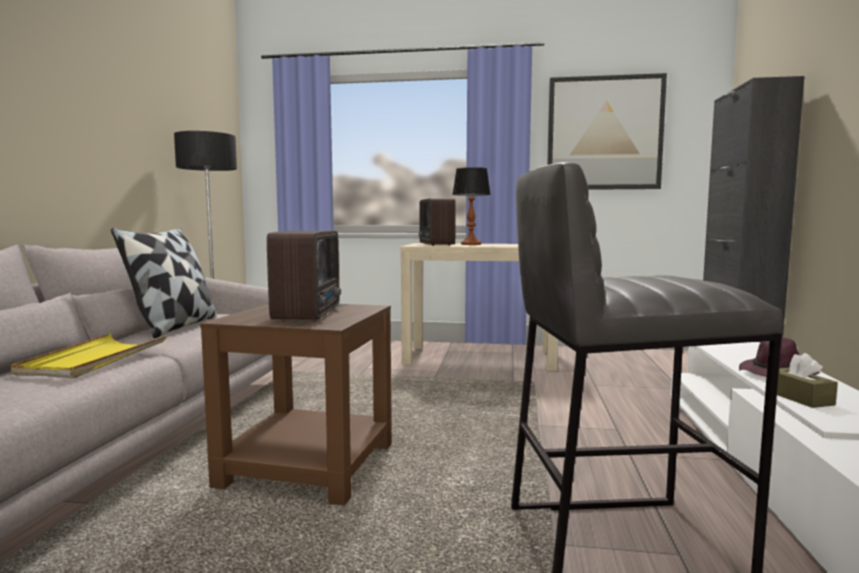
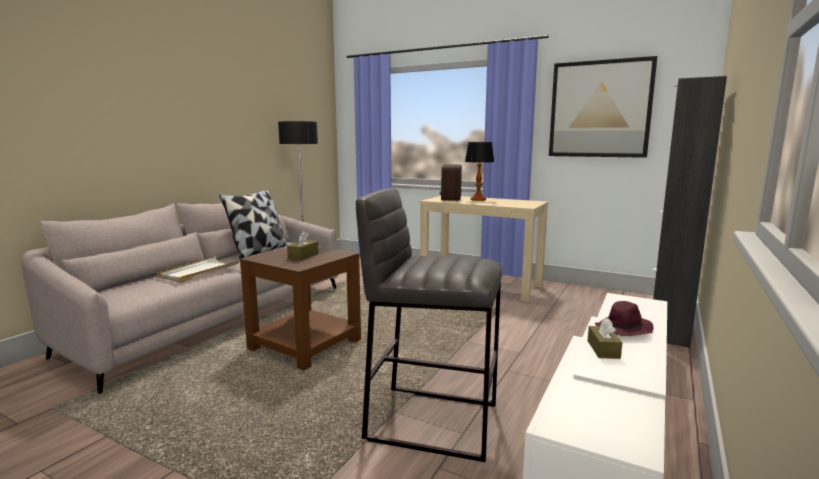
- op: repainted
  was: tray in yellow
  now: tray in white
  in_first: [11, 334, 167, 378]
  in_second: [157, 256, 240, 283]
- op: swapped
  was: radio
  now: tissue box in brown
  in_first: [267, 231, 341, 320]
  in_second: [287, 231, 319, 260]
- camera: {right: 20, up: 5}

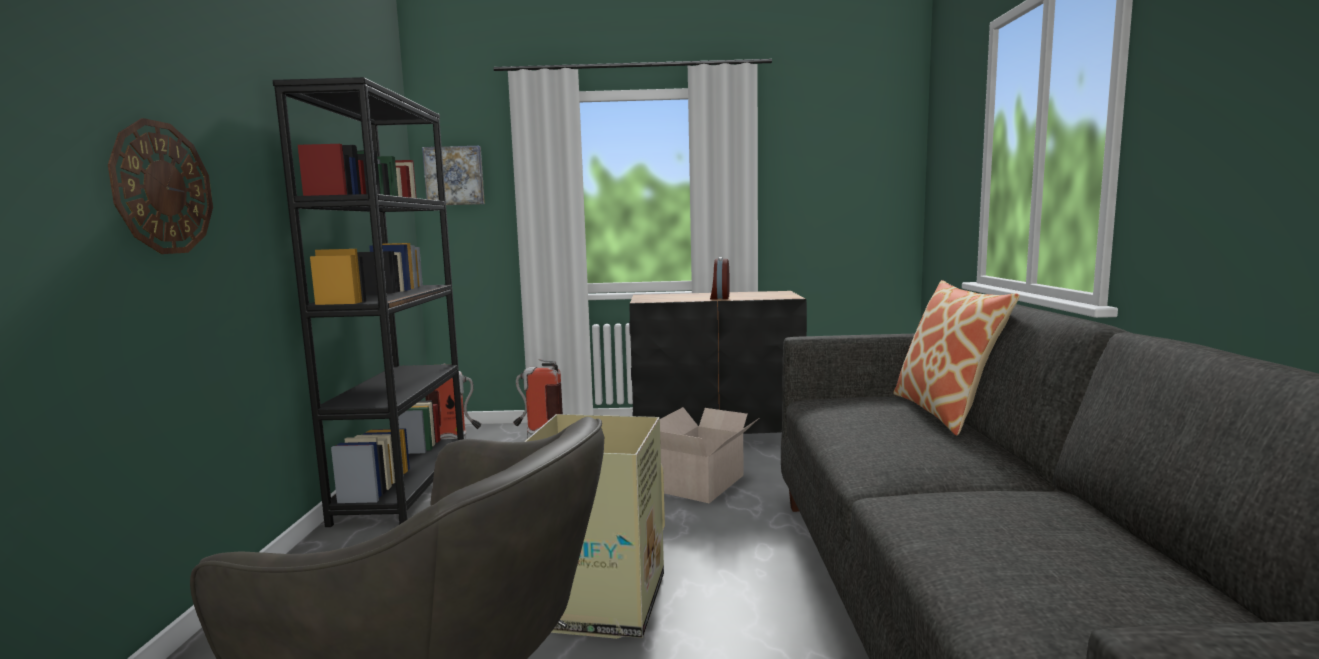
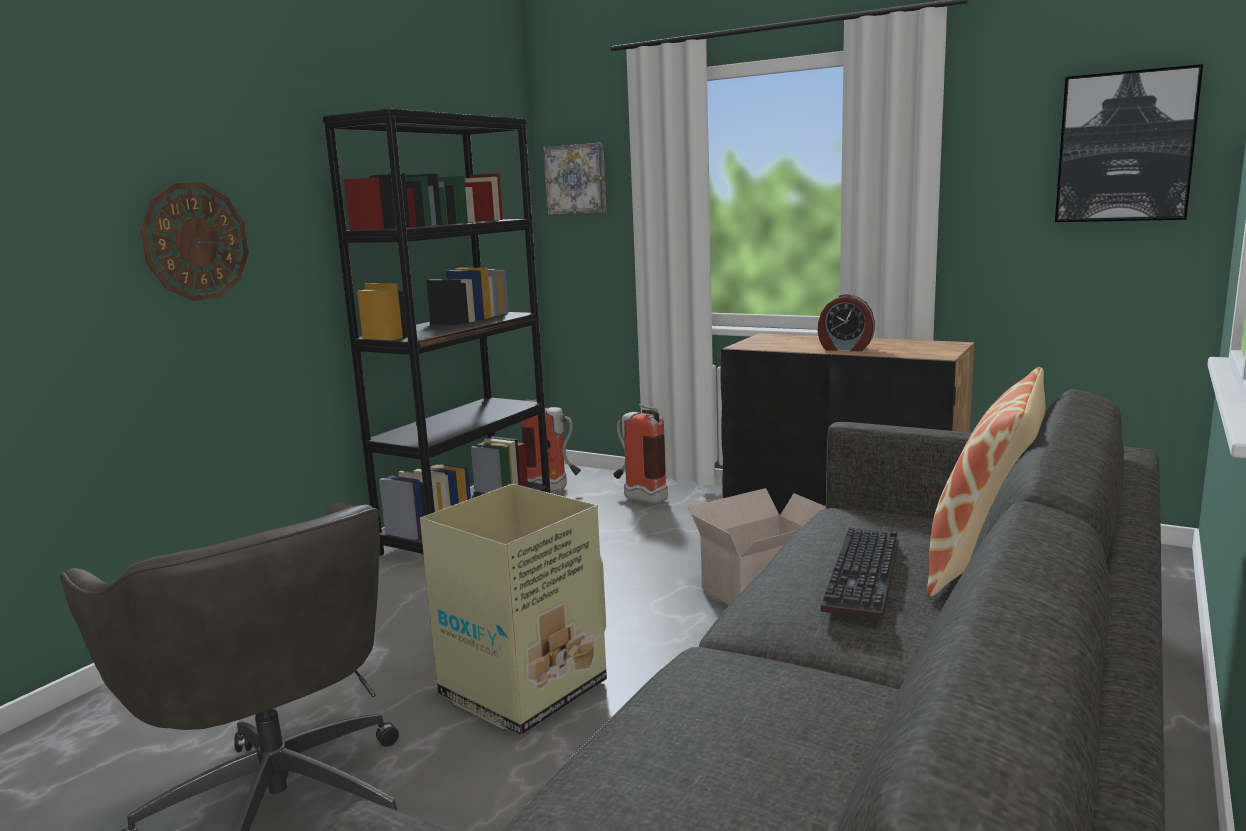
- op: rotated
  was: alarm clock
  in_first: [710, 257, 730, 299]
  in_second: [818, 294, 875, 351]
  clockwise: -105
- op: new
  now: keyboard
  in_second: [820, 527, 899, 619]
- op: new
  now: picture
  in_second: [1055, 64, 1203, 222]
- camera: {right: 30, up: 5}

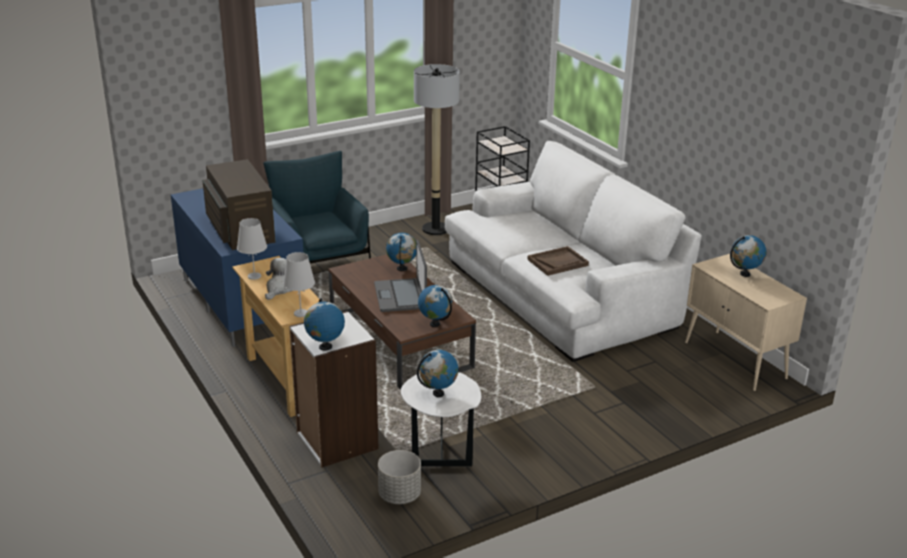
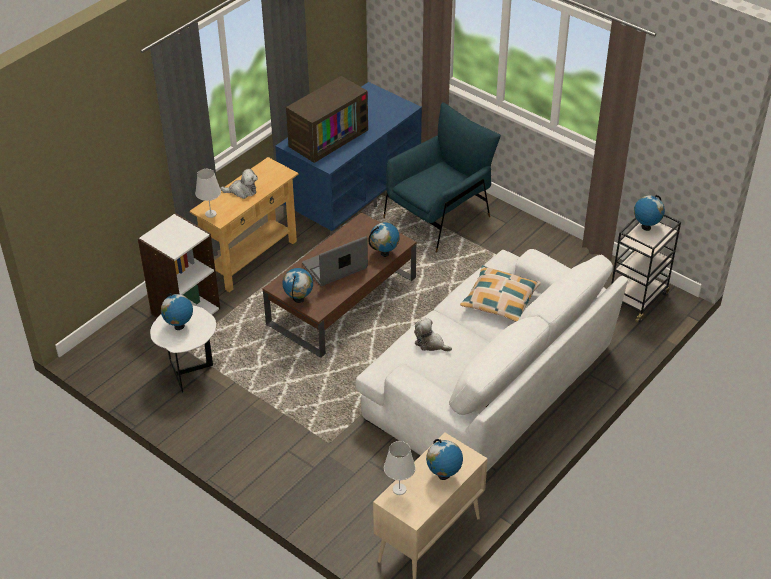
- op: shifted
  was: table lamp in white
  in_first: [237, 218, 267, 280]
  in_second: [384, 441, 416, 495]
- op: shifted
  was: globe
  in_first: [304, 298, 345, 350]
  in_second: [634, 195, 665, 231]
- op: gone
  was: planter in grey
  in_first: [378, 450, 421, 504]
- op: gone
  was: floor lamp
  in_first: [414, 64, 460, 235]
- op: swapped
  was: tray in brown
  now: plush toy
  in_first: [527, 246, 589, 276]
  in_second: [414, 318, 452, 351]
- op: new
  now: pillow
  in_second: [460, 265, 541, 322]
- camera: {right: 70, up: 15}

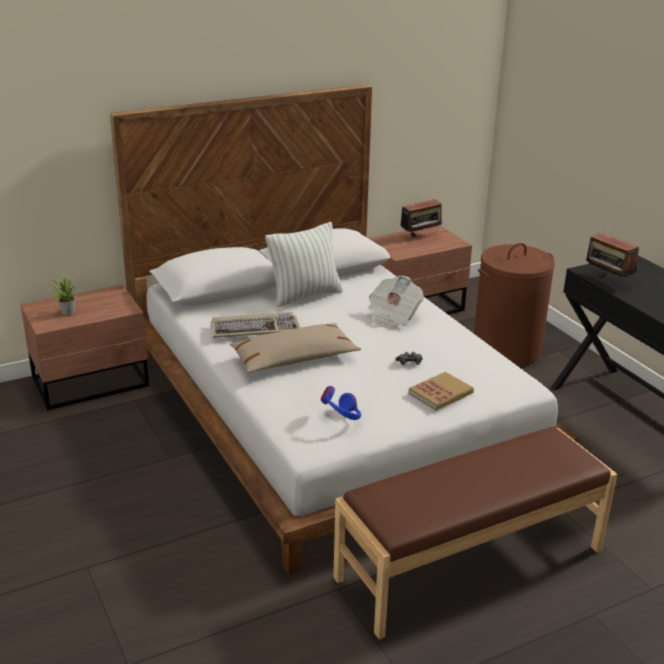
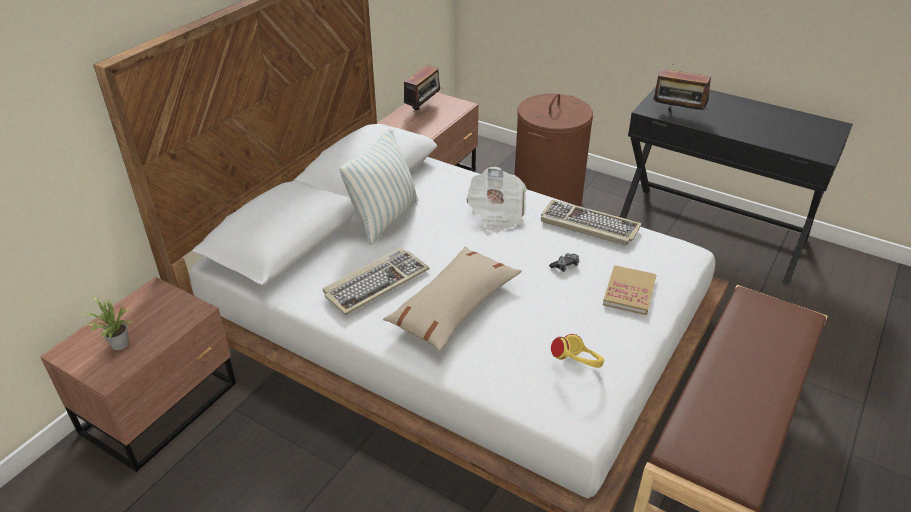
- op: repainted
  was: headphones in blue
  now: headphones in yellow
  in_first: [321, 386, 361, 420]
  in_second: [551, 334, 605, 368]
- op: new
  now: keyboard
  in_second: [541, 200, 641, 245]
- camera: {right: -30, up: 10}

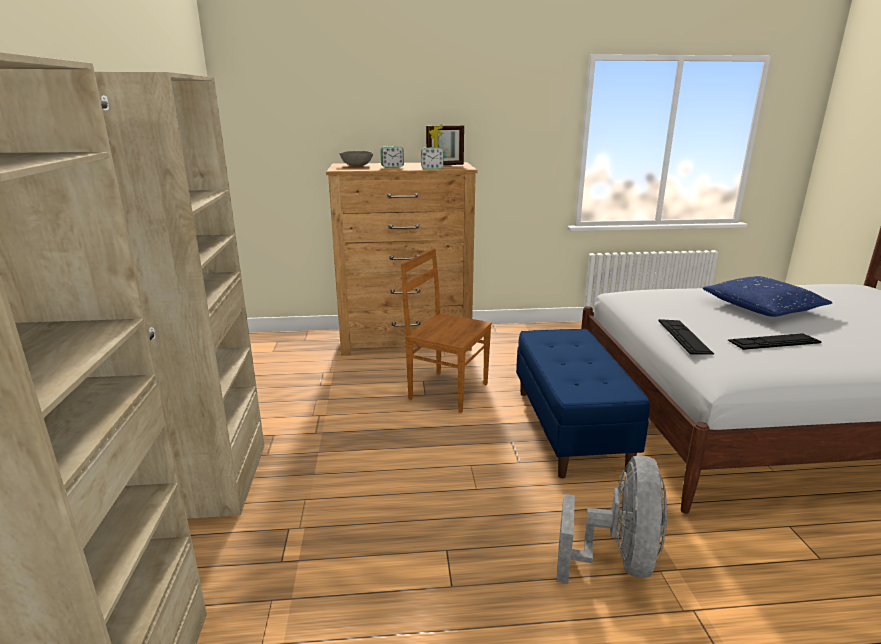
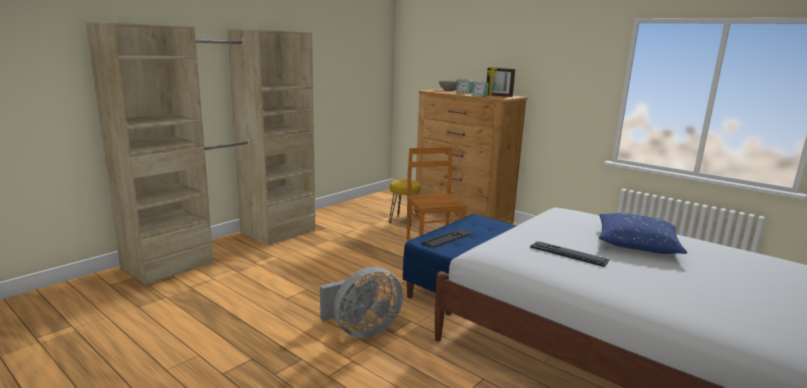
- op: shifted
  was: keyboard
  in_first: [659, 319, 714, 355]
  in_second: [421, 229, 472, 249]
- op: new
  now: stool in yellow
  in_second: [389, 179, 421, 226]
- camera: {right: 45, up: -5}

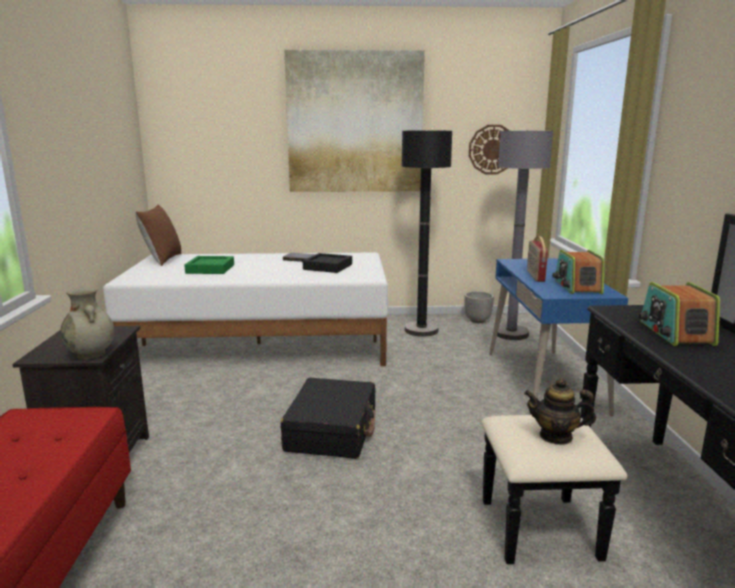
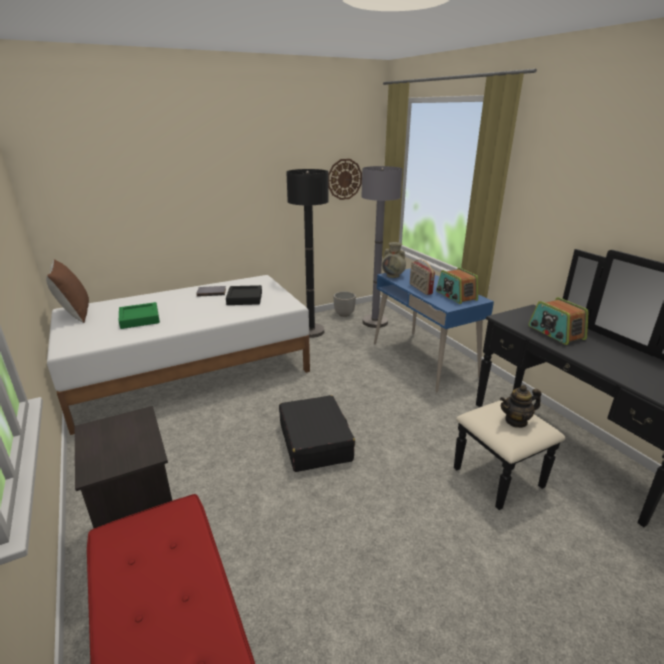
- op: shifted
  was: vase in beige
  in_first: [60, 287, 115, 360]
  in_second: [382, 242, 406, 278]
- op: gone
  was: picture
  in_first: [285, 50, 425, 192]
- camera: {right: -25, up: 10}

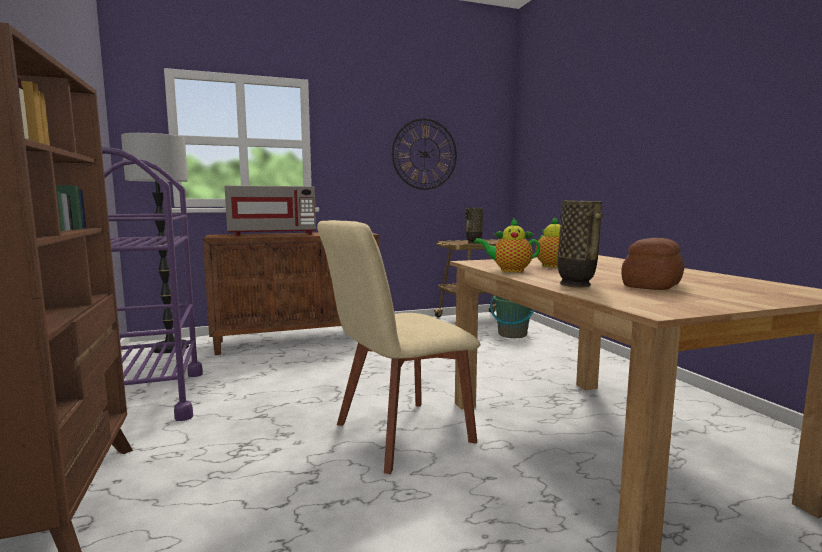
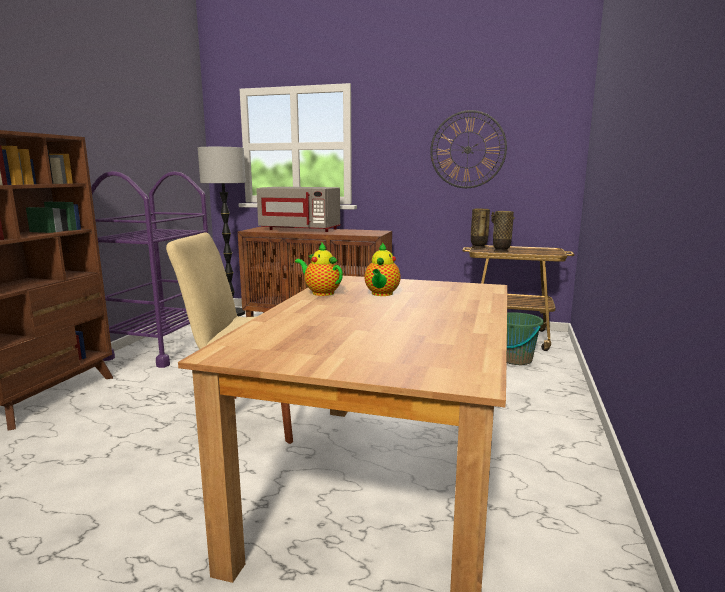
- op: shifted
  was: vase
  in_first: [558, 200, 603, 288]
  in_second: [471, 208, 490, 249]
- op: gone
  was: bread
  in_first: [622, 238, 685, 290]
- camera: {right: 35, up: 5}

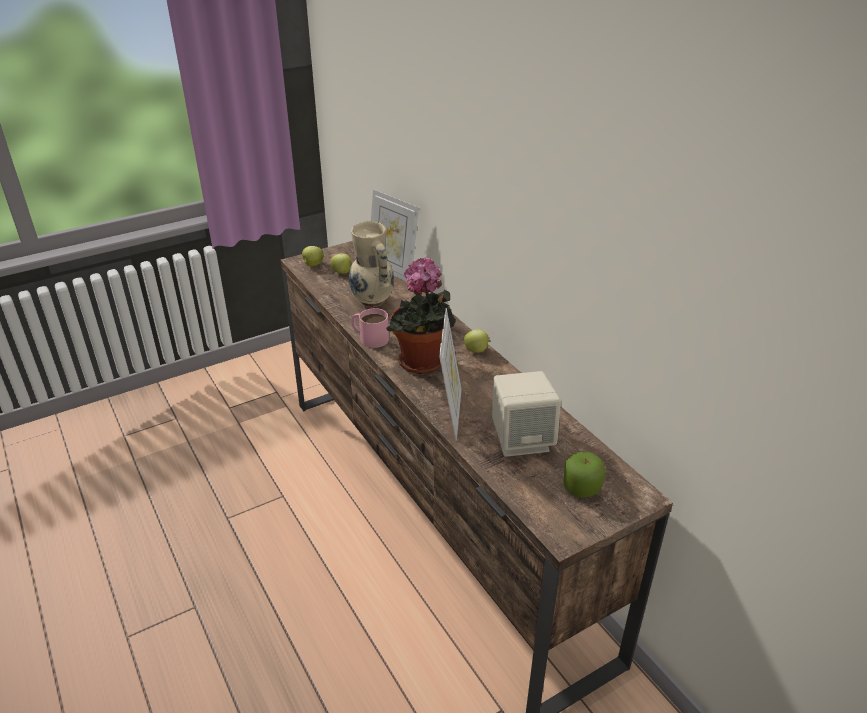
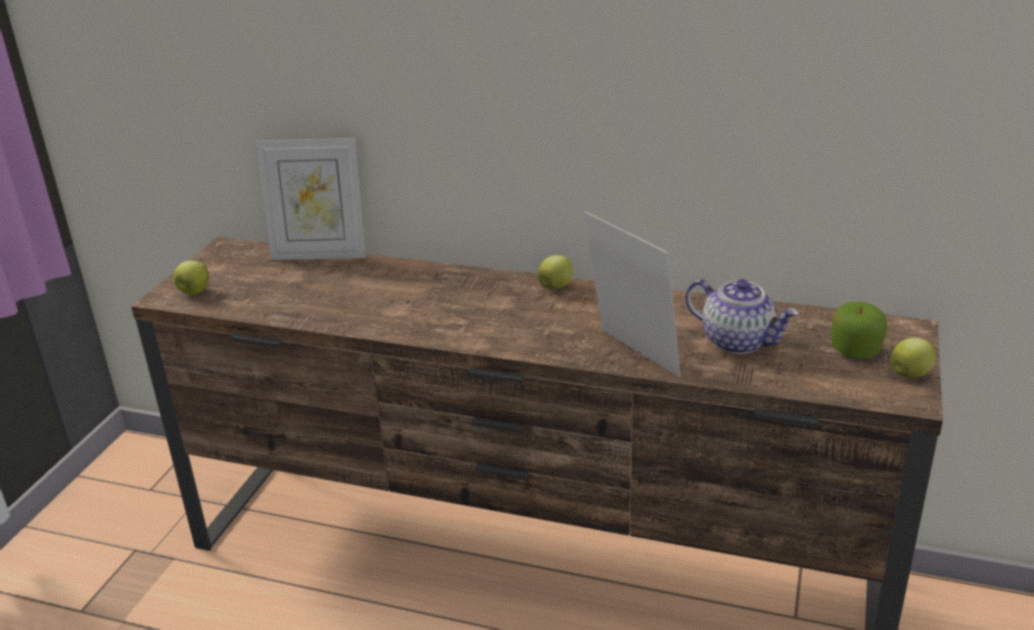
- op: shifted
  was: apple
  in_first: [330, 253, 352, 274]
  in_second: [890, 338, 935, 378]
- op: gone
  was: vase in beige
  in_first: [349, 221, 394, 307]
- op: gone
  was: mug in pink
  in_first: [351, 308, 389, 348]
- op: gone
  was: potted plant
  in_first: [386, 257, 456, 374]
- op: swapped
  was: speaker in beige
  now: teapot
  in_first: [492, 371, 561, 457]
  in_second: [685, 279, 799, 354]
- camera: {right: -40, up: -5}

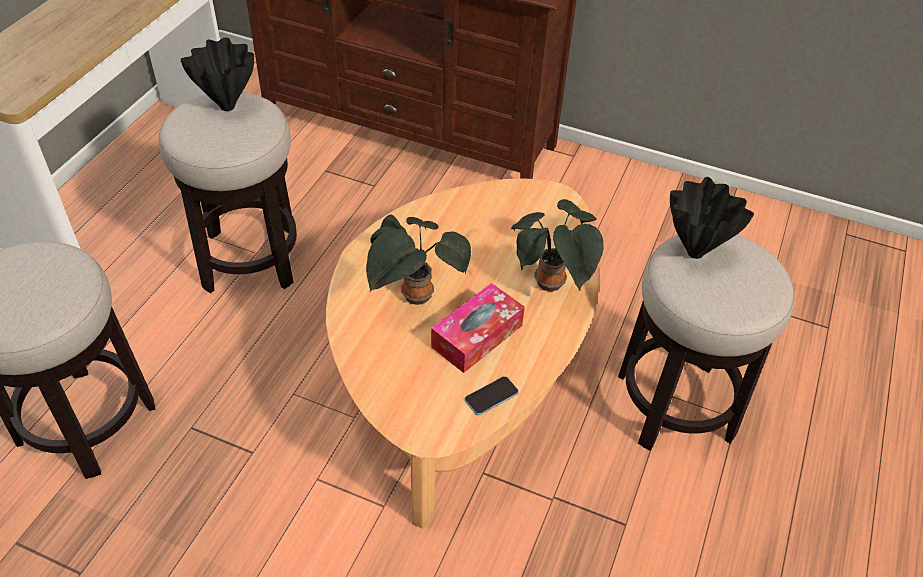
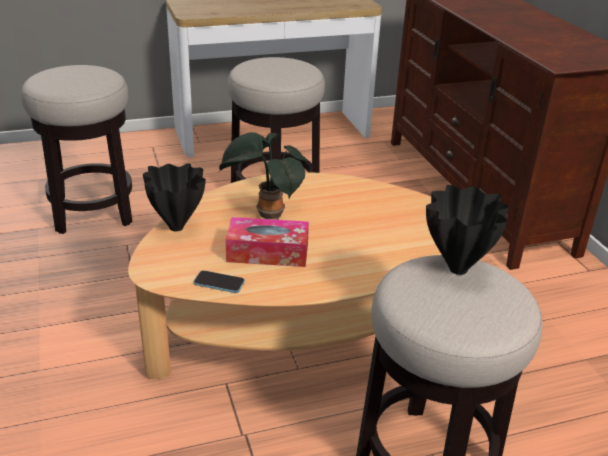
- op: shifted
  was: vase in black
  in_first: [180, 38, 254, 111]
  in_second: [143, 163, 206, 231]
- op: gone
  was: potted plant
  in_first: [511, 199, 603, 292]
- camera: {right: 50, up: -15}

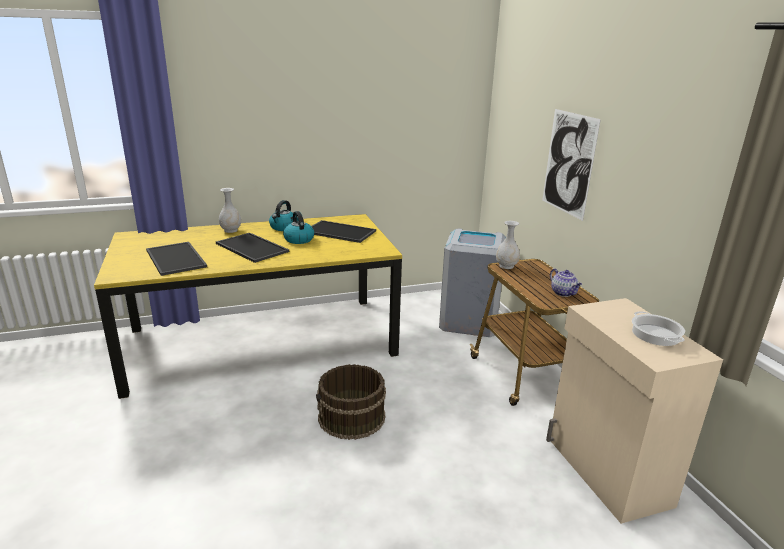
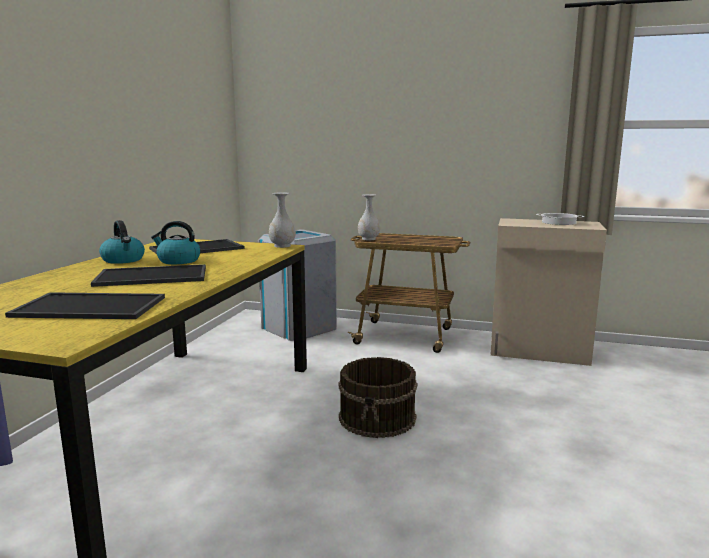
- op: shifted
  was: vase in white
  in_first: [219, 188, 241, 233]
  in_second: [269, 192, 296, 248]
- op: gone
  was: picture
  in_first: [542, 109, 601, 221]
- op: gone
  was: teapot
  in_first: [550, 269, 582, 297]
- camera: {right: -55, up: -10}

